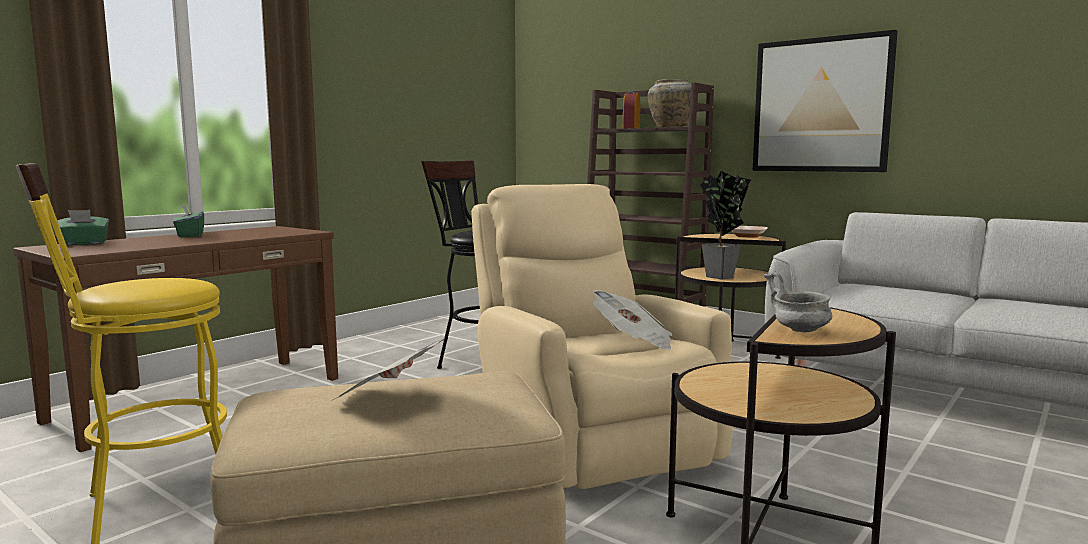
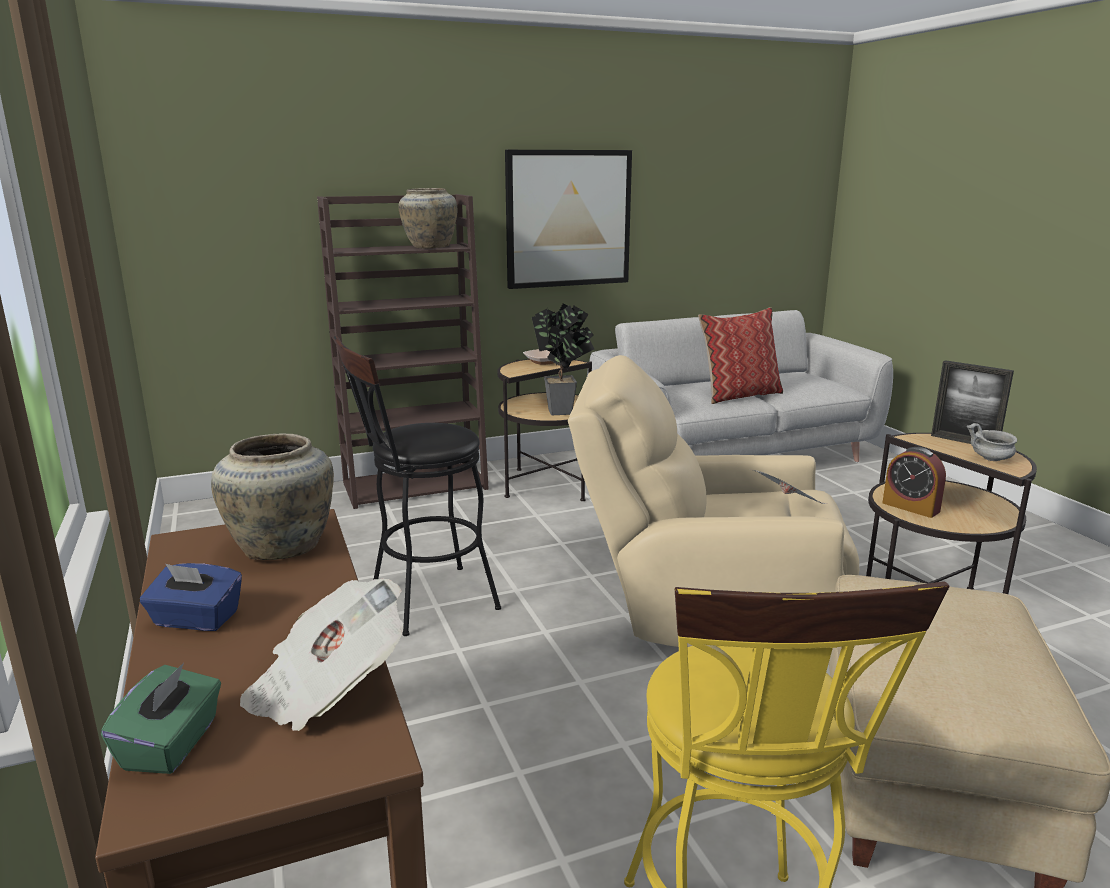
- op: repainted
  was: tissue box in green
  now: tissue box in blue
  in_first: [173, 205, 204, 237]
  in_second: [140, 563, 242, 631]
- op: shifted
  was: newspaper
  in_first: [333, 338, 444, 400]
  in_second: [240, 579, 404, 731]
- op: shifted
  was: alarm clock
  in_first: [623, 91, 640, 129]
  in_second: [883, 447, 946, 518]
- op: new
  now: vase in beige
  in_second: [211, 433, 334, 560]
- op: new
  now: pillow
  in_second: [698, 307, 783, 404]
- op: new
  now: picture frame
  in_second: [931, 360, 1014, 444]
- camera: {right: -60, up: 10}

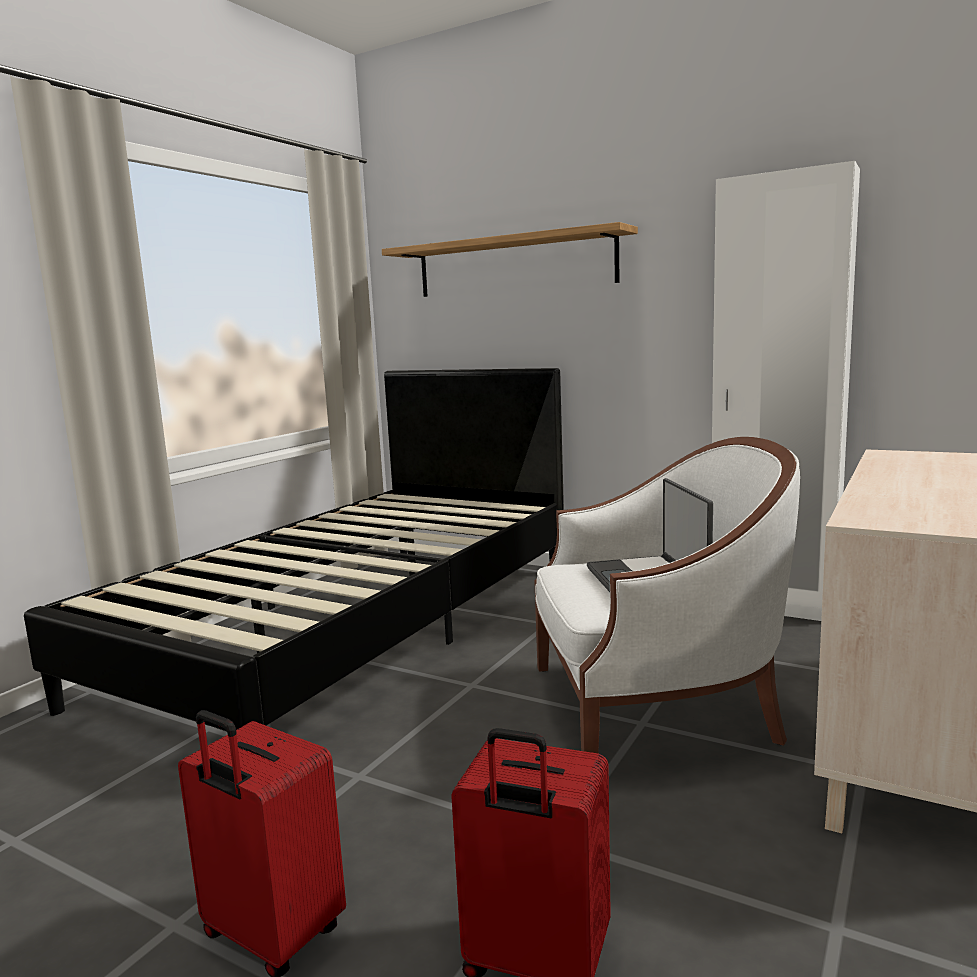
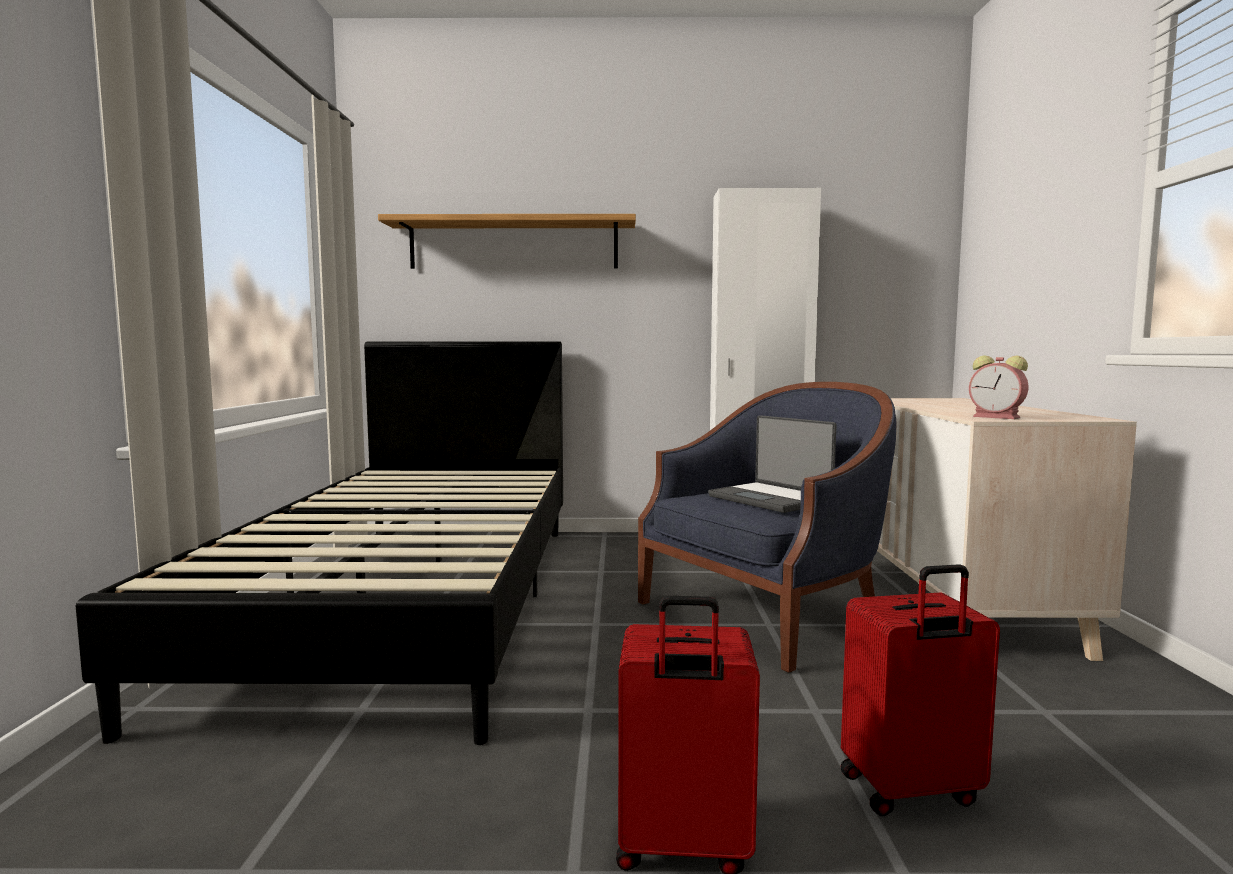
- op: repainted
  was: armchair in white
  now: armchair in blue
  in_first: [534, 437, 800, 753]
  in_second: [638, 382, 896, 673]
- op: new
  now: alarm clock
  in_second: [969, 355, 1029, 419]
- camera: {right: -30, up: -5}

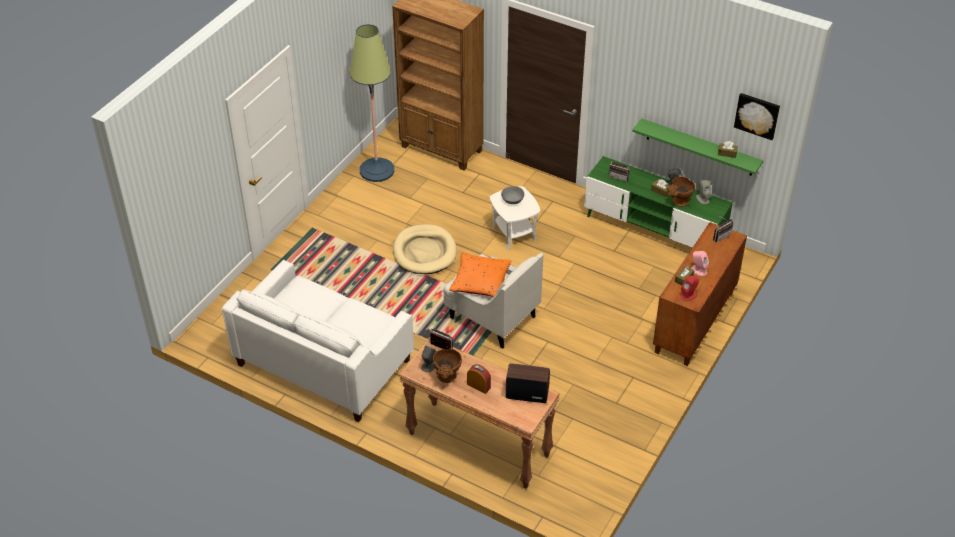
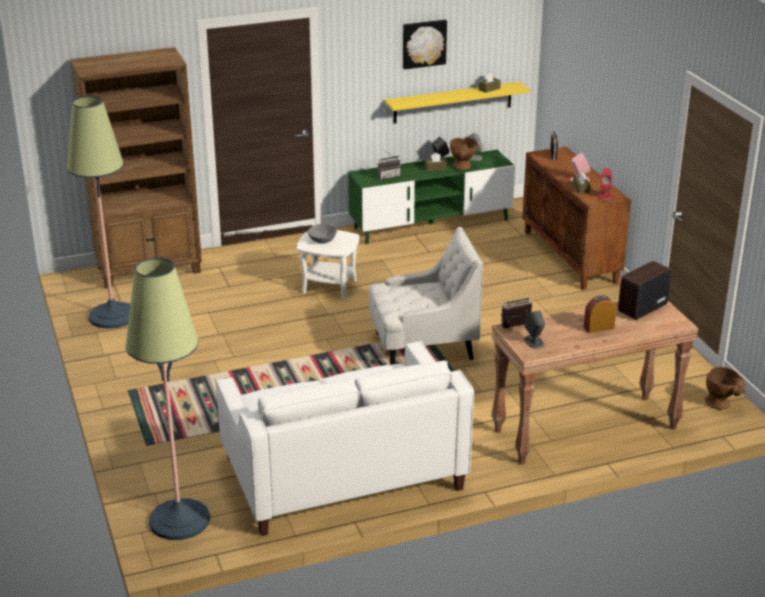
- op: gone
  was: dog bed in beige
  in_first: [393, 224, 457, 274]
- op: shifted
  was: vase in brown
  in_first: [433, 348, 462, 383]
  in_second: [705, 367, 746, 410]
- op: gone
  was: pillow in orange
  in_first: [449, 252, 512, 297]
- op: repainted
  was: shelf in green
  now: shelf in yellow
  in_first: [632, 118, 763, 176]
  in_second: [385, 82, 530, 123]
- op: shifted
  was: picture
  in_first: [734, 93, 780, 140]
  in_second: [403, 20, 447, 69]
- op: new
  now: floor lamp
  in_second: [126, 258, 210, 540]
- camera: {right: -50, up: -15}

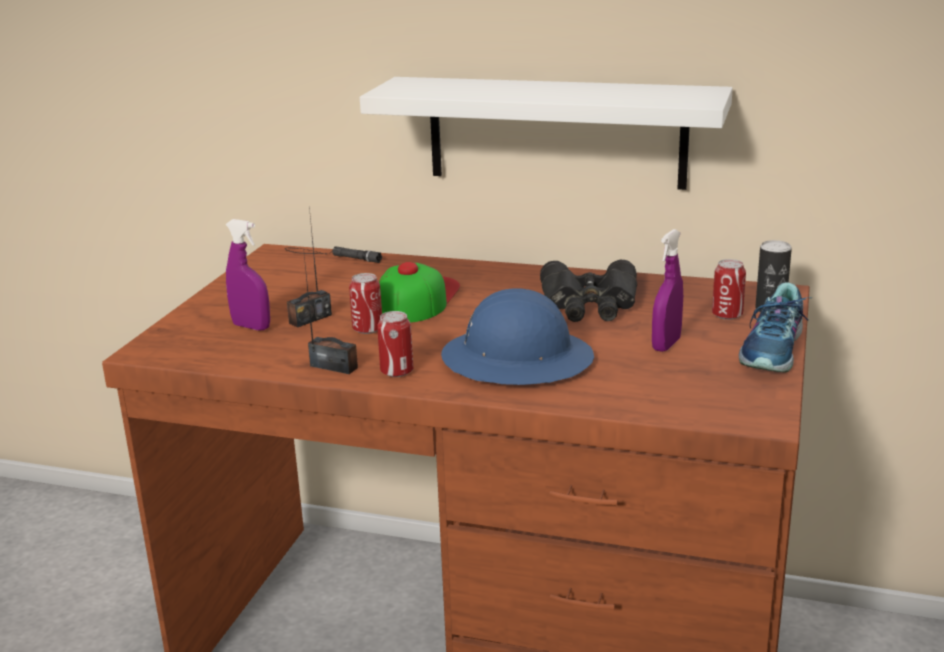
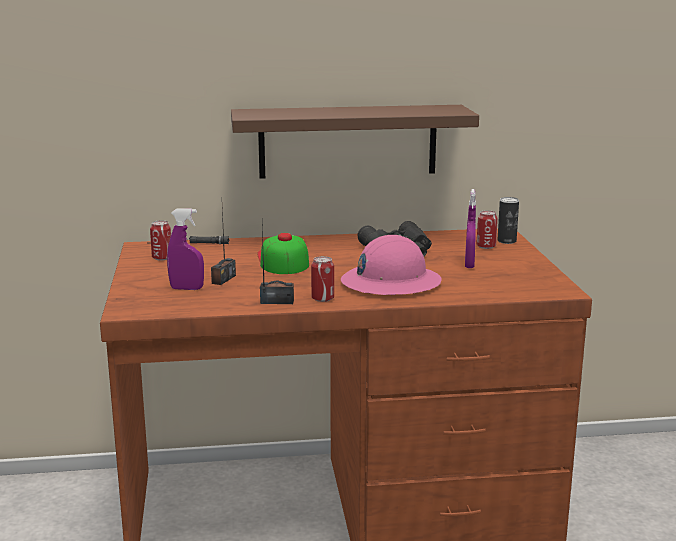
- op: shifted
  was: can
  in_first: [349, 273, 382, 334]
  in_second: [150, 220, 171, 261]
- op: repainted
  was: shelf in white
  now: shelf in brown
  in_first: [360, 77, 733, 190]
  in_second: [231, 105, 479, 179]
- op: repainted
  was: hard hat in blue
  now: hard hat in pink
  in_first: [441, 288, 594, 385]
  in_second: [341, 235, 442, 295]
- op: gone
  was: shoe
  in_first: [739, 282, 812, 373]
- camera: {right: -25, up: -5}

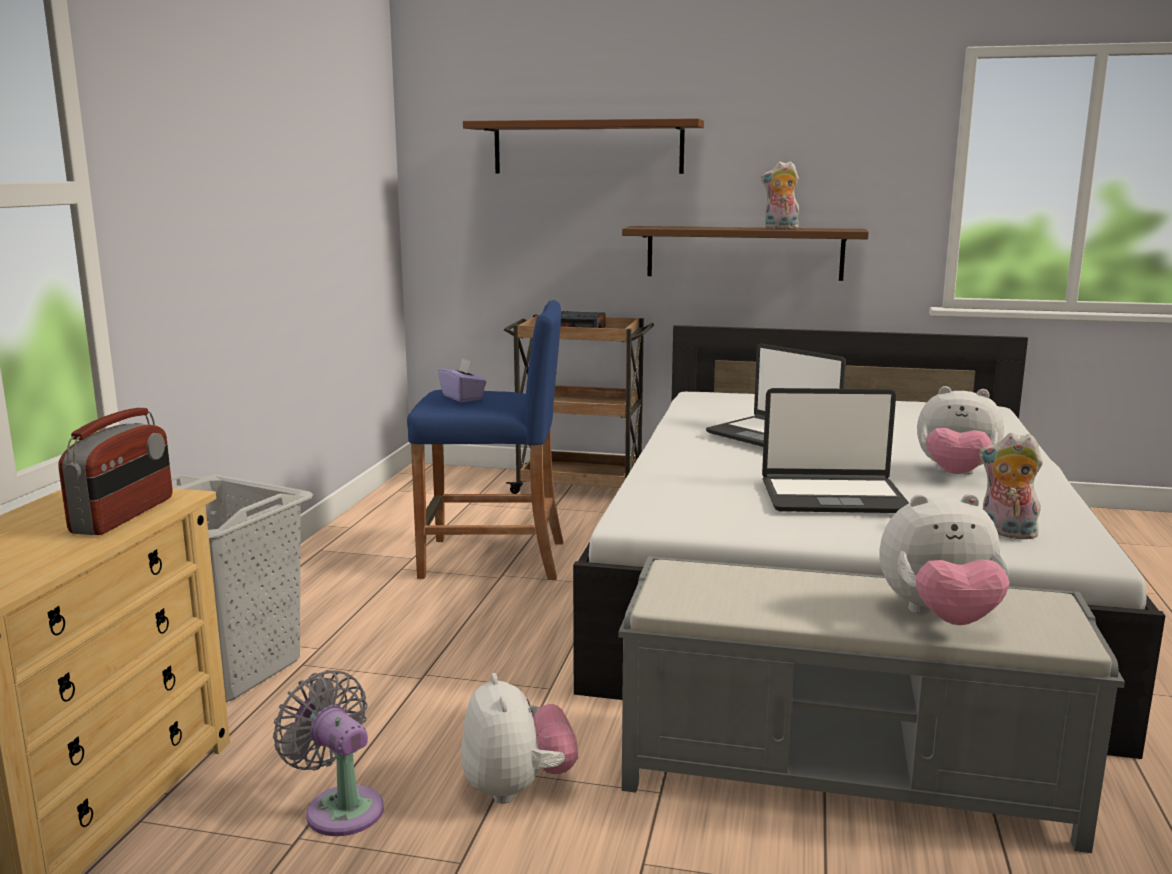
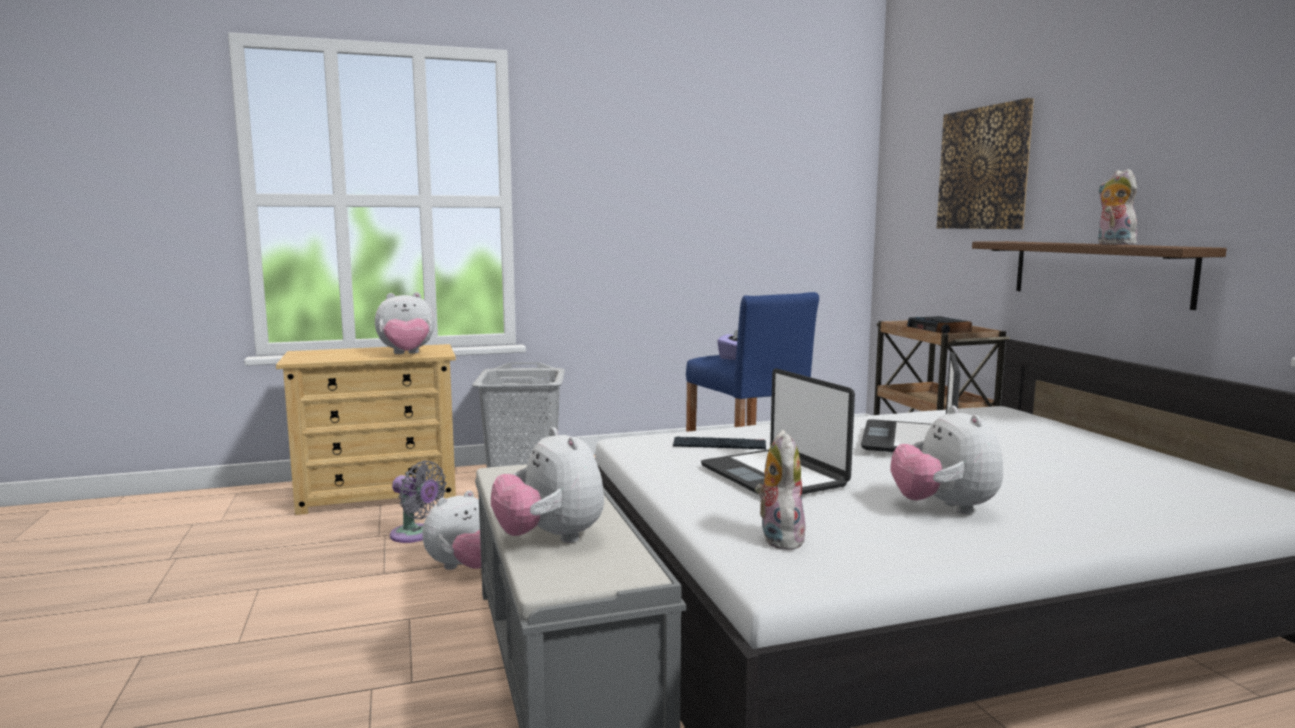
- op: swapped
  was: radio
  now: plush toy
  in_first: [58, 408, 173, 535]
  in_second: [375, 292, 435, 354]
- op: rotated
  was: fan in grey
  in_first: [273, 670, 384, 836]
  in_second: [390, 461, 447, 543]
  clockwise: 105
- op: swapped
  was: shelf in brown
  now: picture
  in_first: [463, 118, 704, 174]
  in_second: [937, 98, 1034, 229]
- op: new
  now: keyboard
  in_second: [673, 437, 766, 449]
- camera: {right: 60, up: -5}

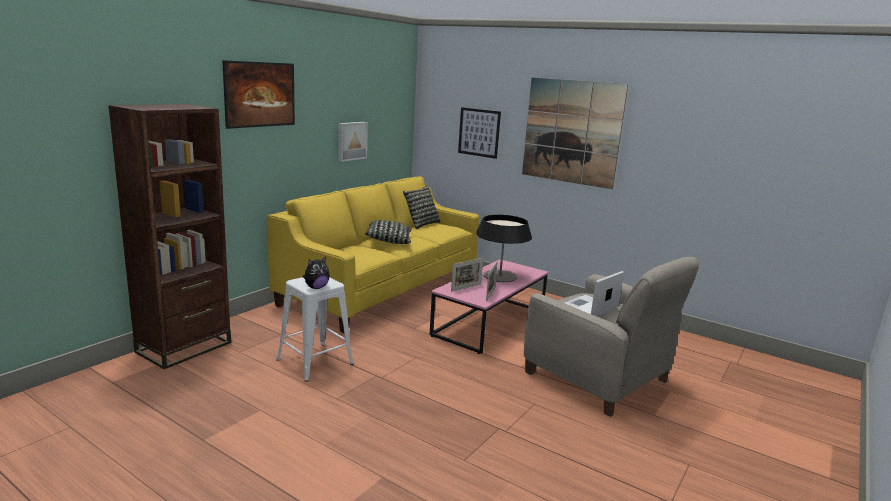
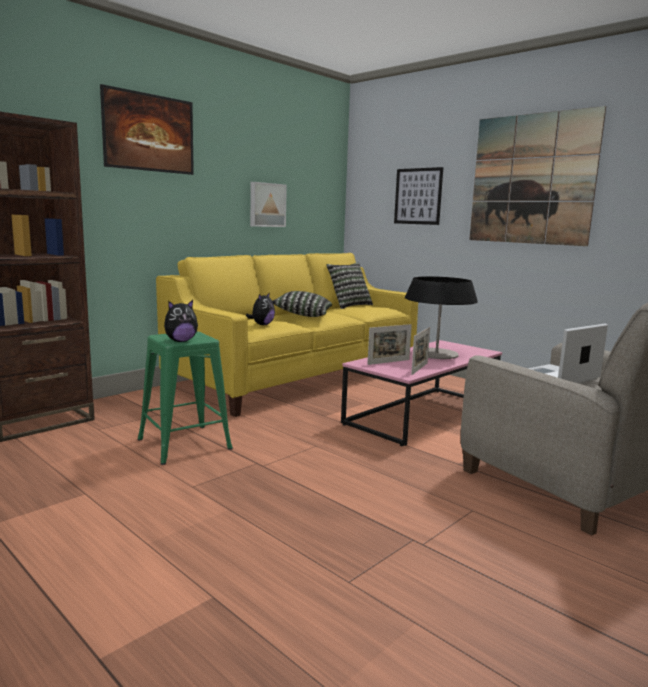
- op: repainted
  was: stool in white
  now: stool in green
  in_first: [276, 277, 354, 382]
  in_second: [138, 331, 233, 465]
- op: new
  now: plush toy
  in_second: [246, 292, 275, 325]
- camera: {right: 10, up: -5}

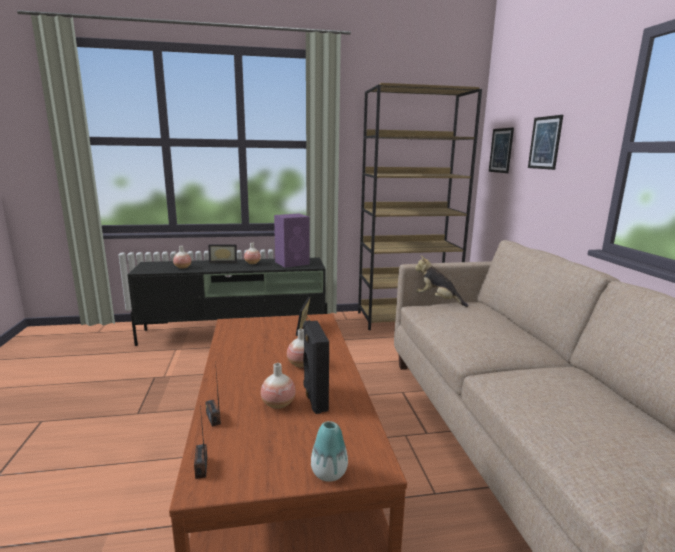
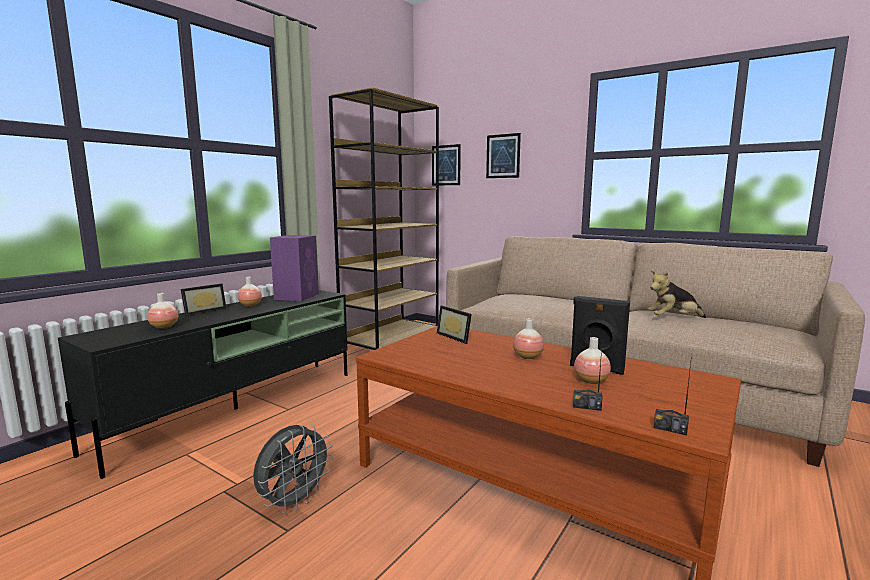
- op: gone
  was: vase
  in_first: [311, 421, 348, 482]
- op: shifted
  was: plush toy
  in_first: [415, 255, 468, 307]
  in_second: [648, 270, 706, 318]
- op: new
  now: fan in grey
  in_second: [253, 424, 333, 514]
- camera: {right: -45, up: -5}

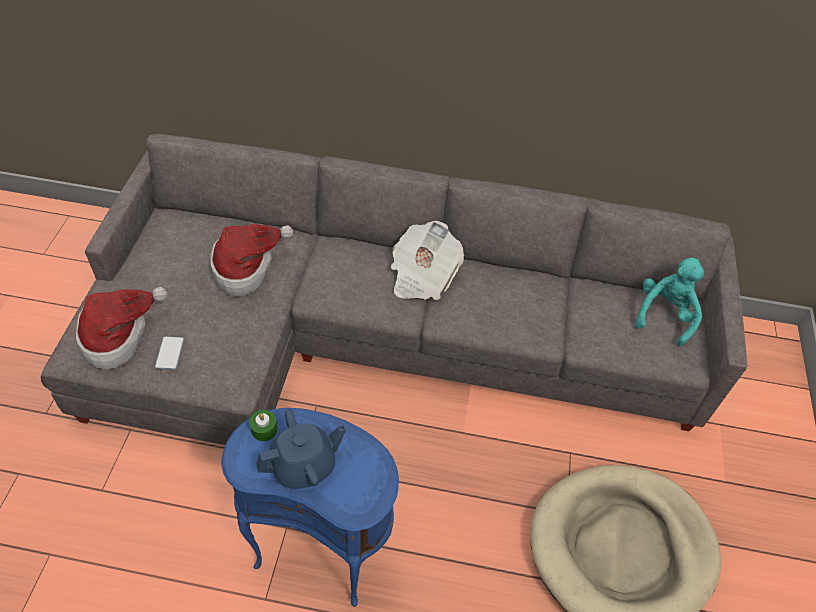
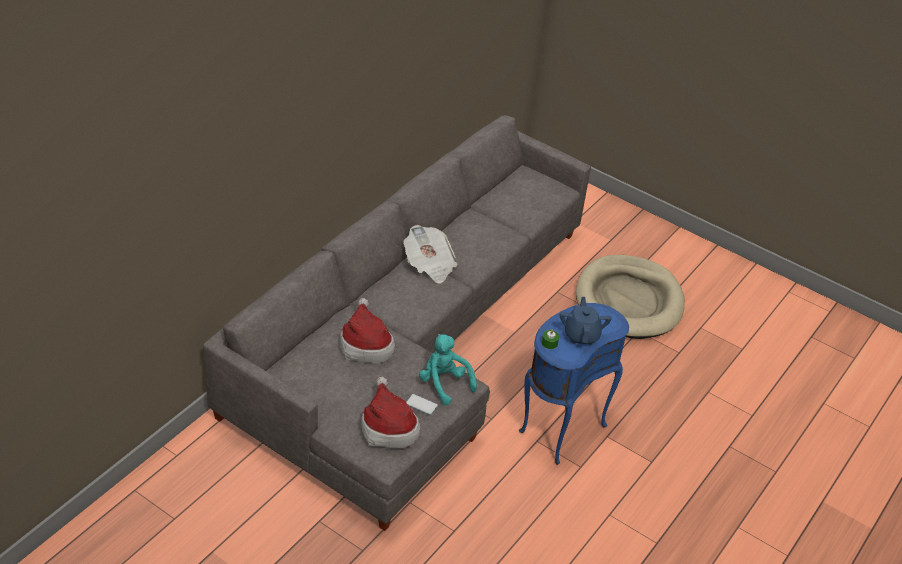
- op: shifted
  was: plush toy in turquoise
  in_first: [635, 258, 704, 347]
  in_second: [419, 334, 477, 406]
- camera: {right: -65, up: -10}

